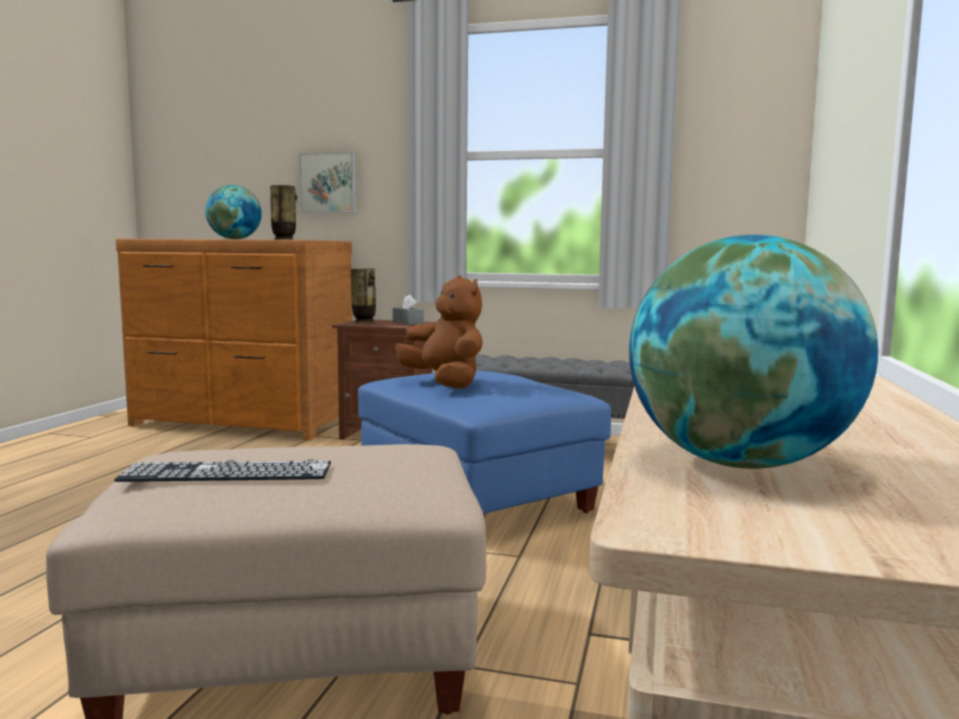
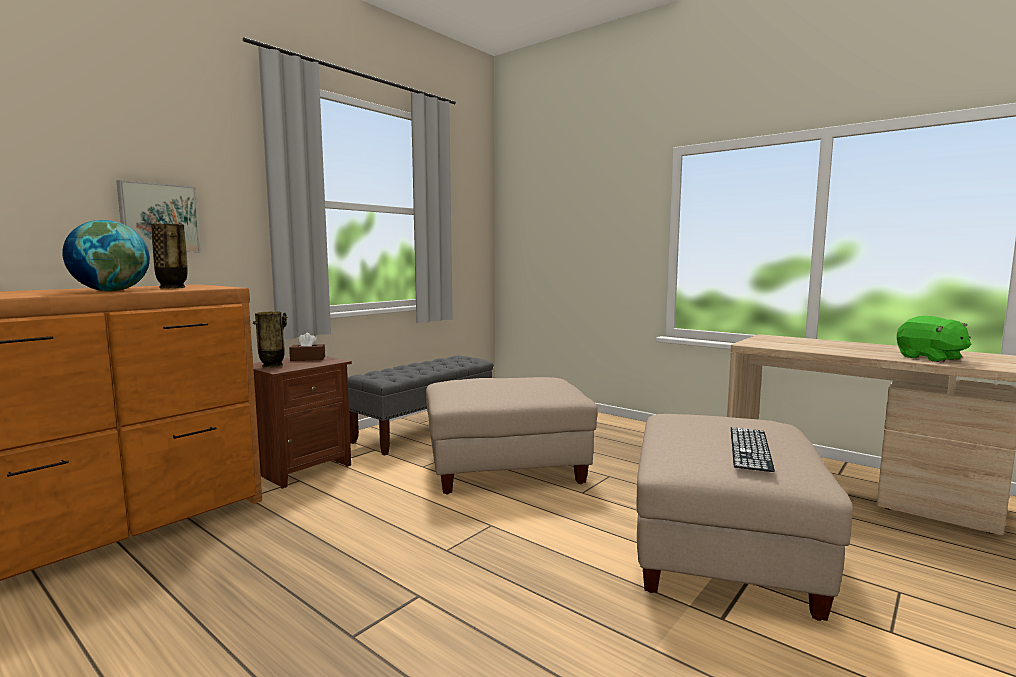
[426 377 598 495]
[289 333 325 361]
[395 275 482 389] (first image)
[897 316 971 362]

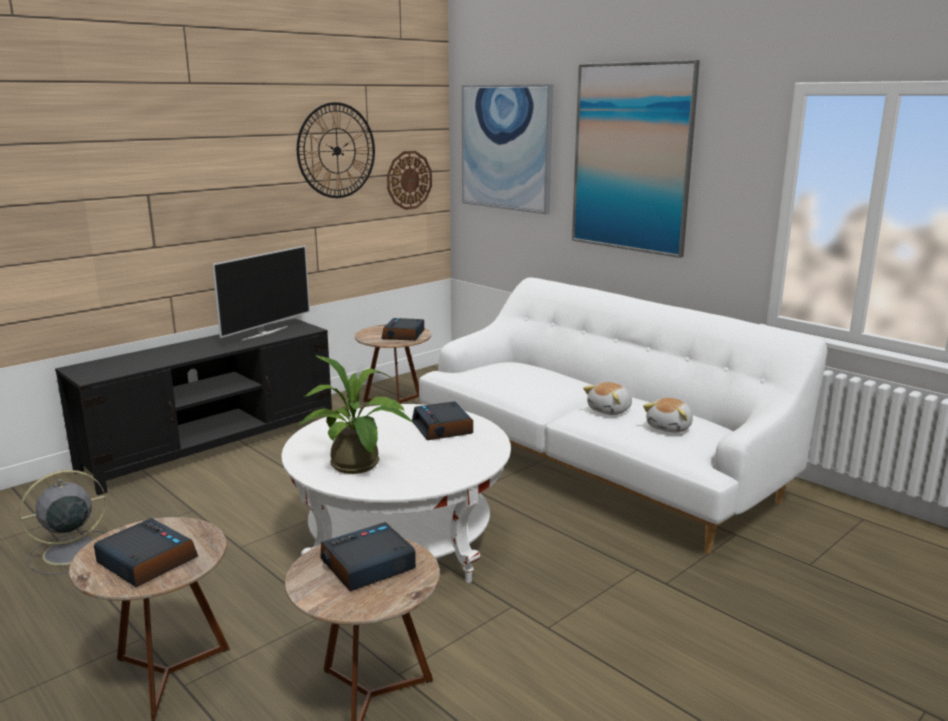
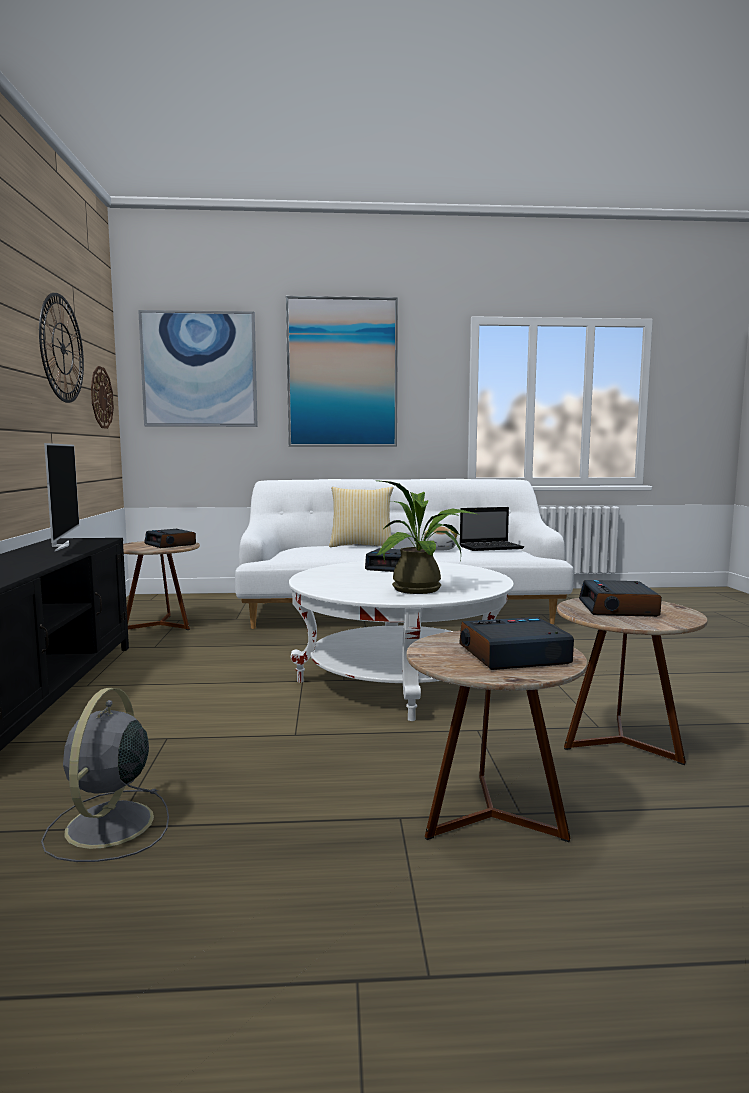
[460 507 524 551]
[329 487 394 548]

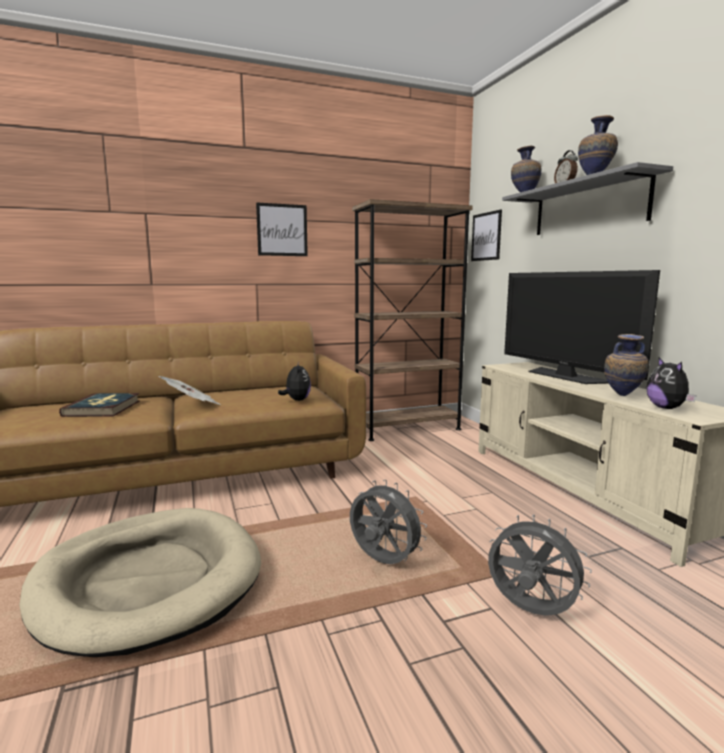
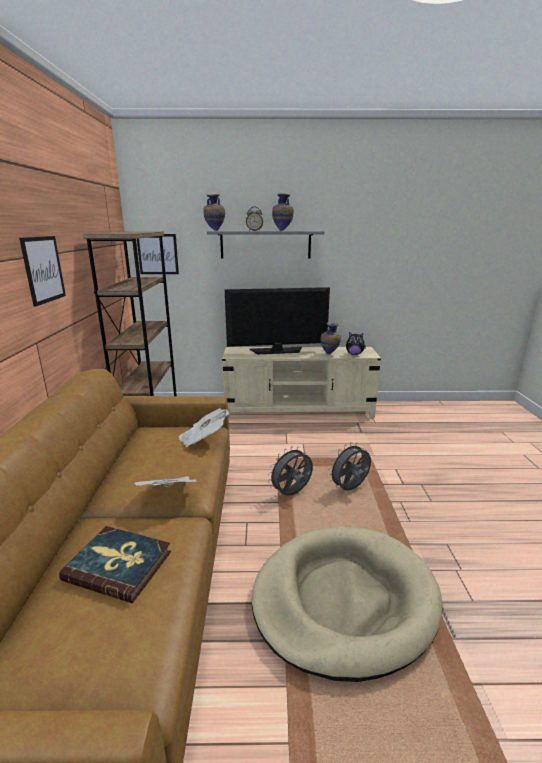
[179 408 229 447]
[268 446 313 496]

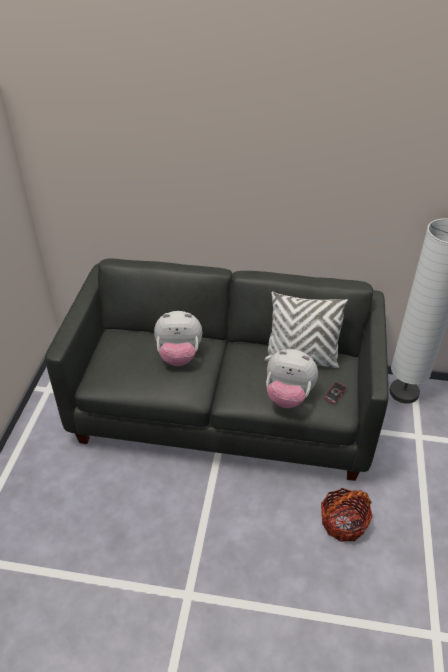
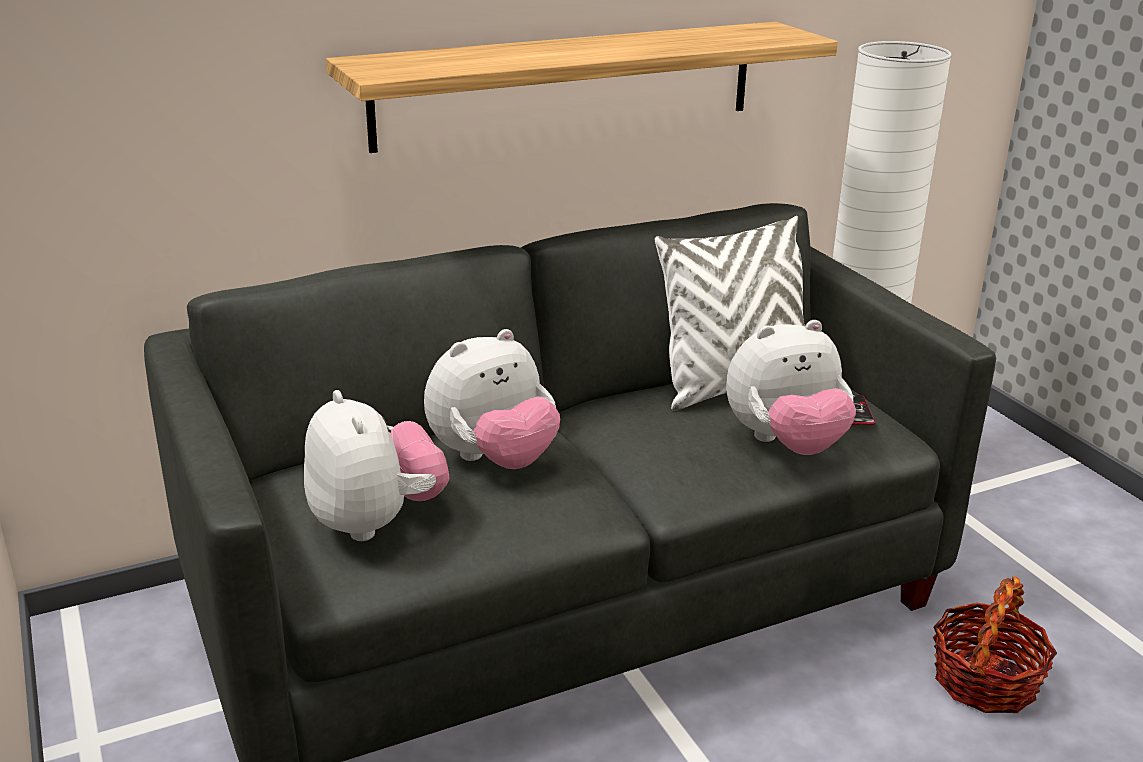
[304 390 449 541]
[326 22 838 153]

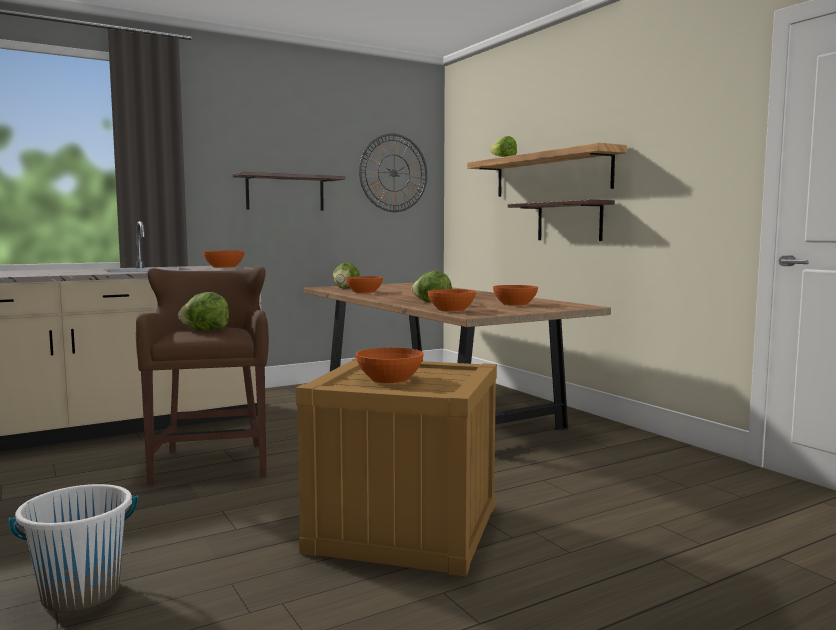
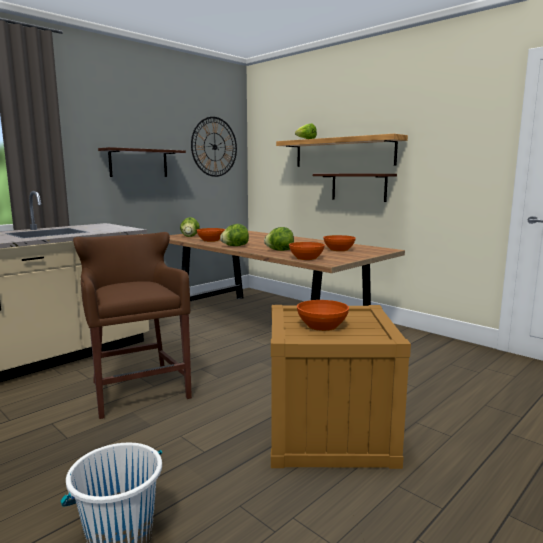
[220 224 249 246]
[203 251 245 268] (first image)

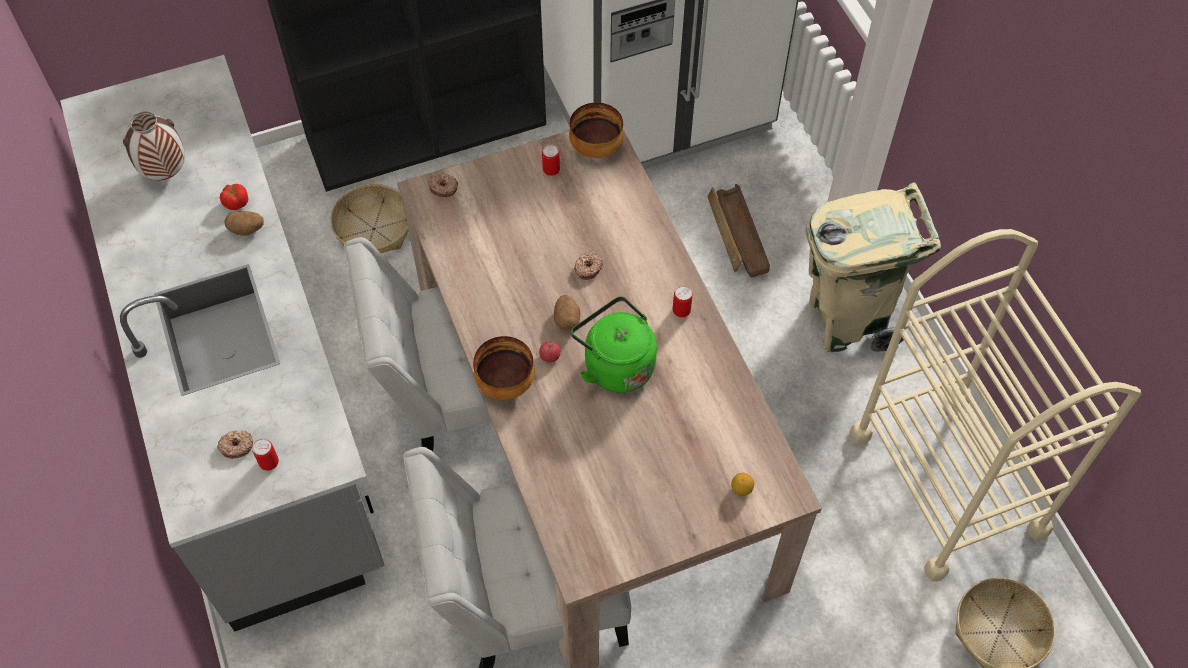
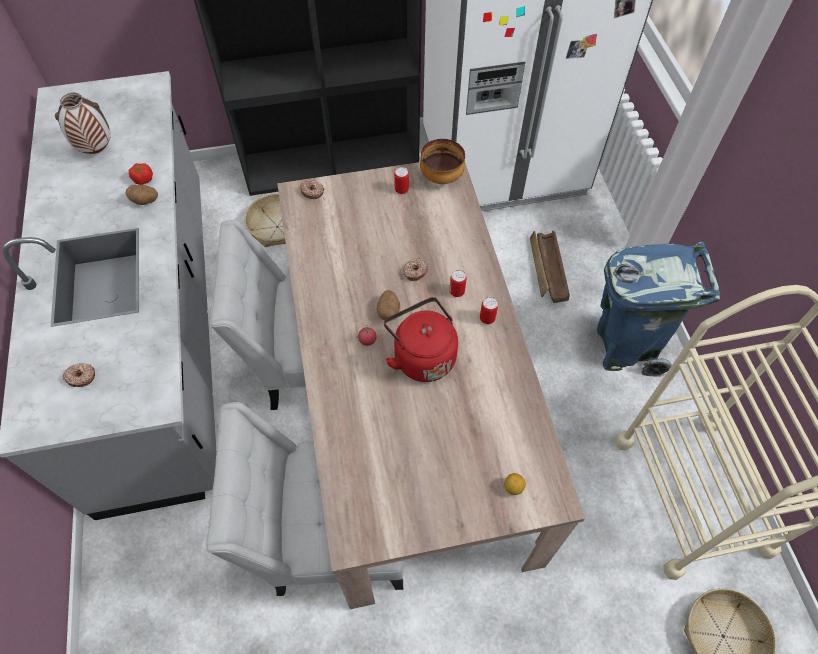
[449 270 467 297]
[473 336 535 400] (first image)
[384 297 458 382]
[597 241 720 377]

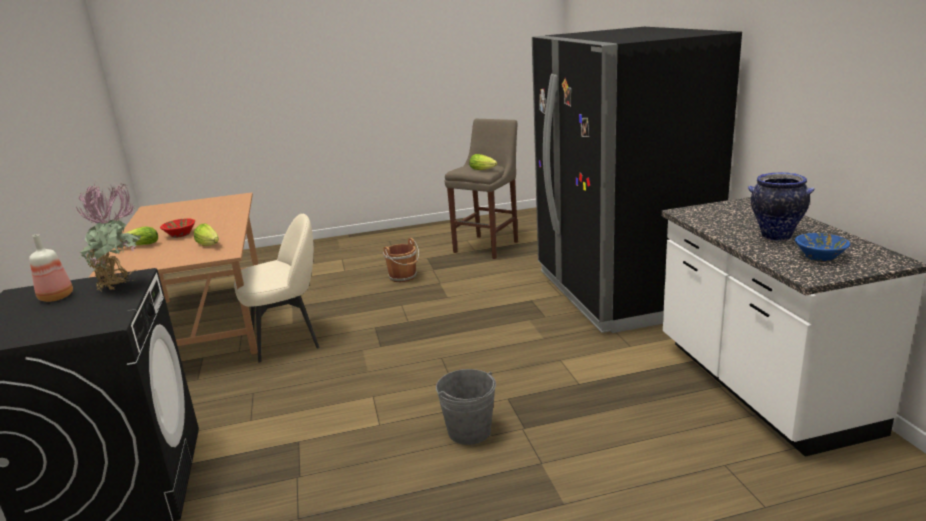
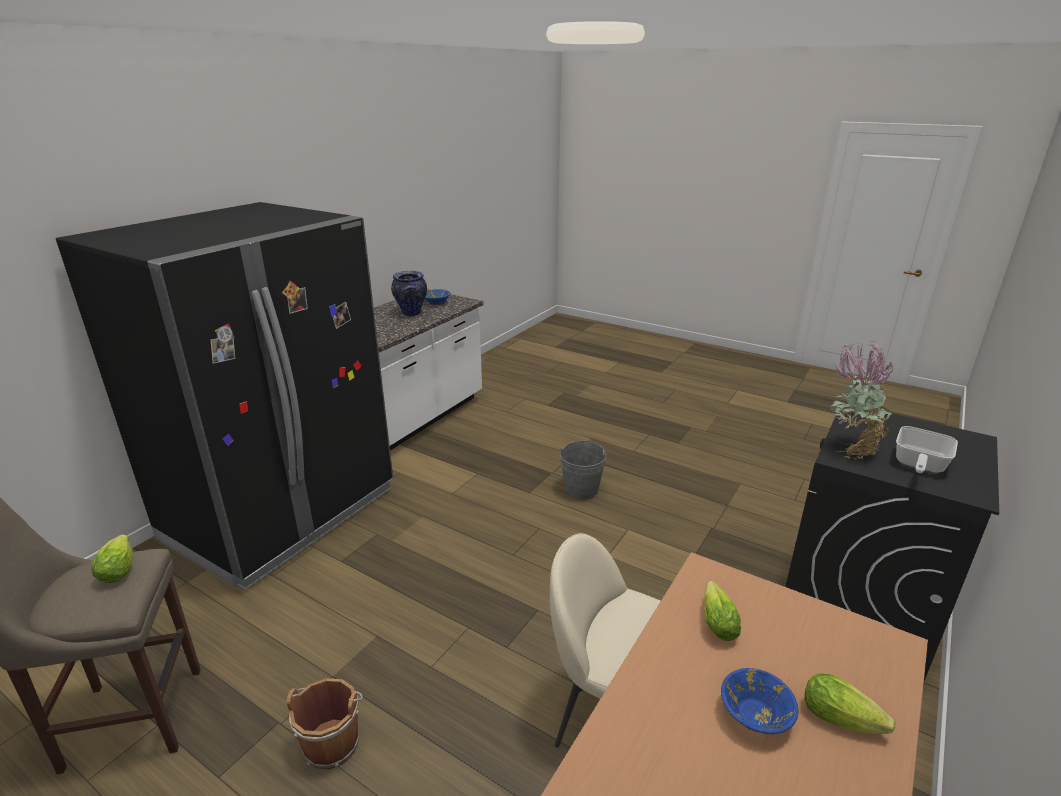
[896 426 958 473]
[721 668 799 734]

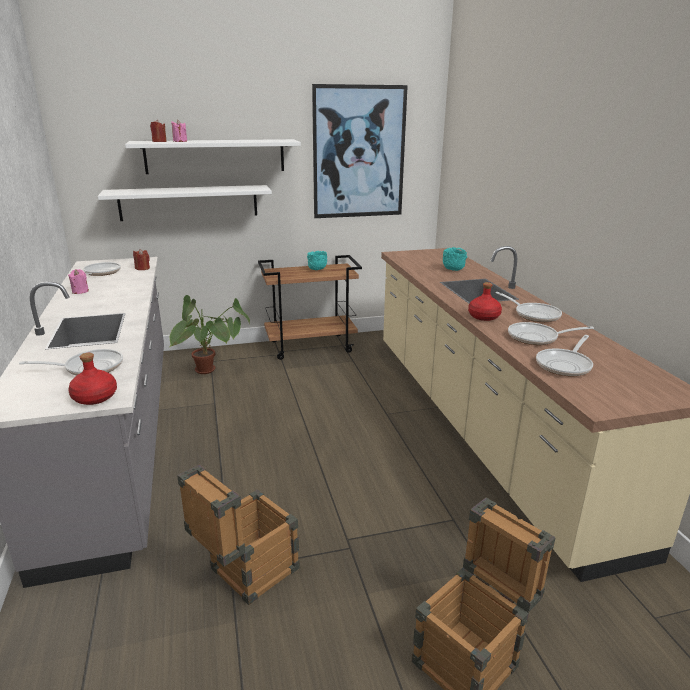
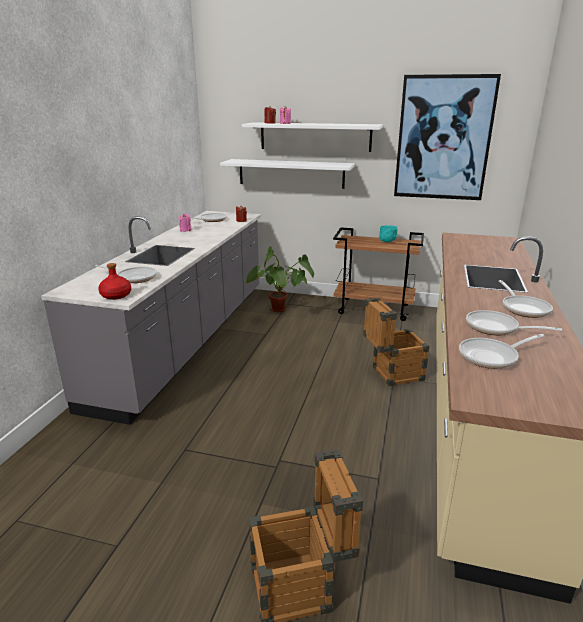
[363 297 429 386]
[443 247 467 271] (first image)
[468 282 502 321] (first image)

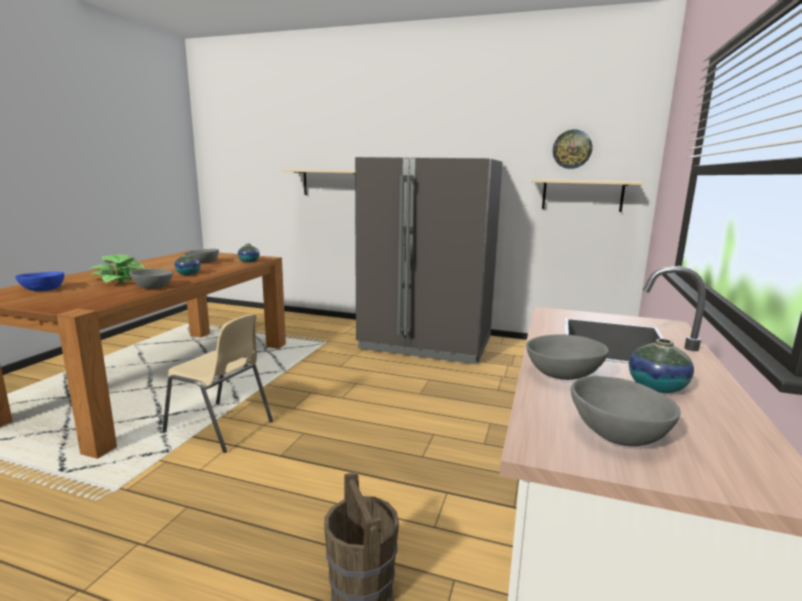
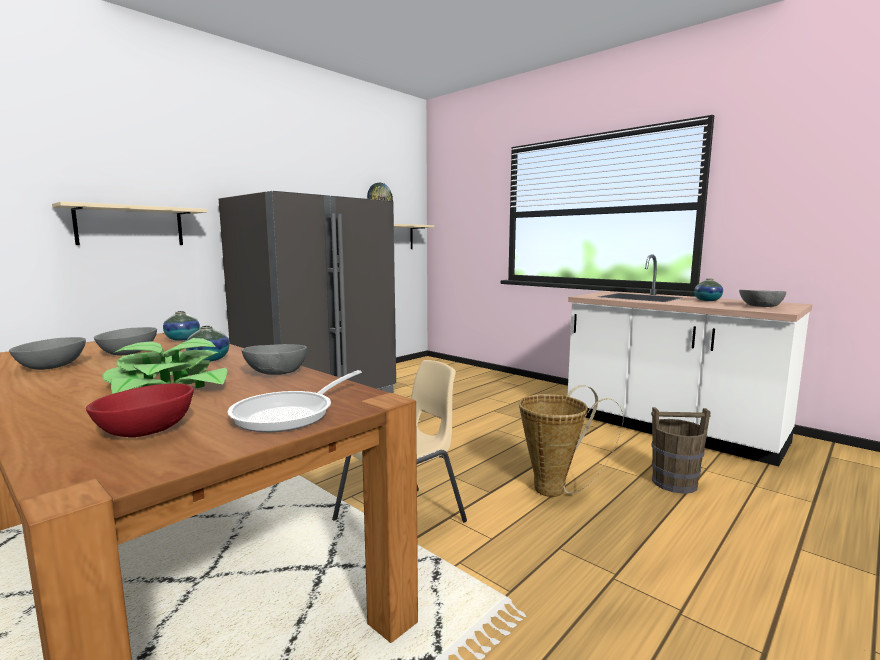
[86 383 194 437]
[9 337 86 370]
[227 370 362 432]
[519 385 623 497]

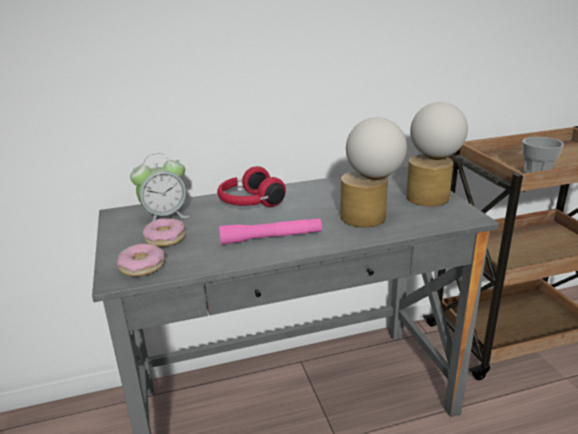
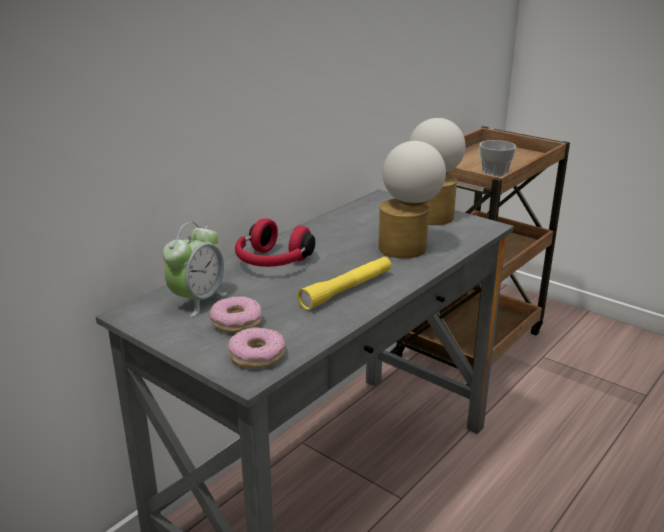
[298 256 391 310]

